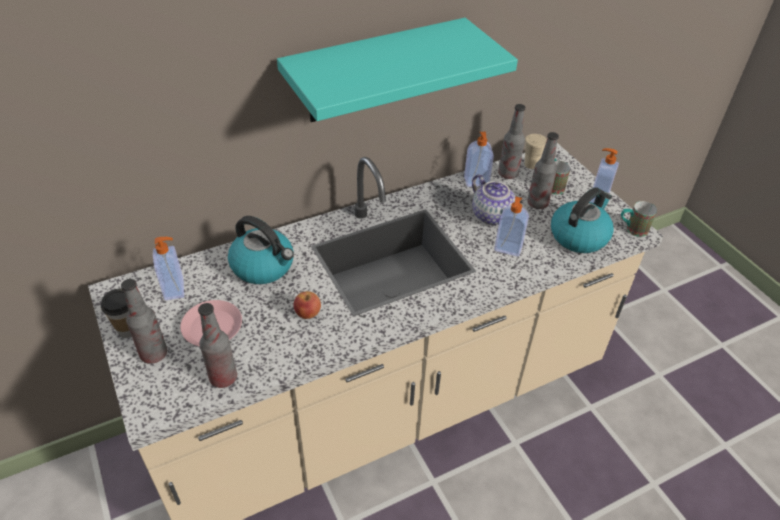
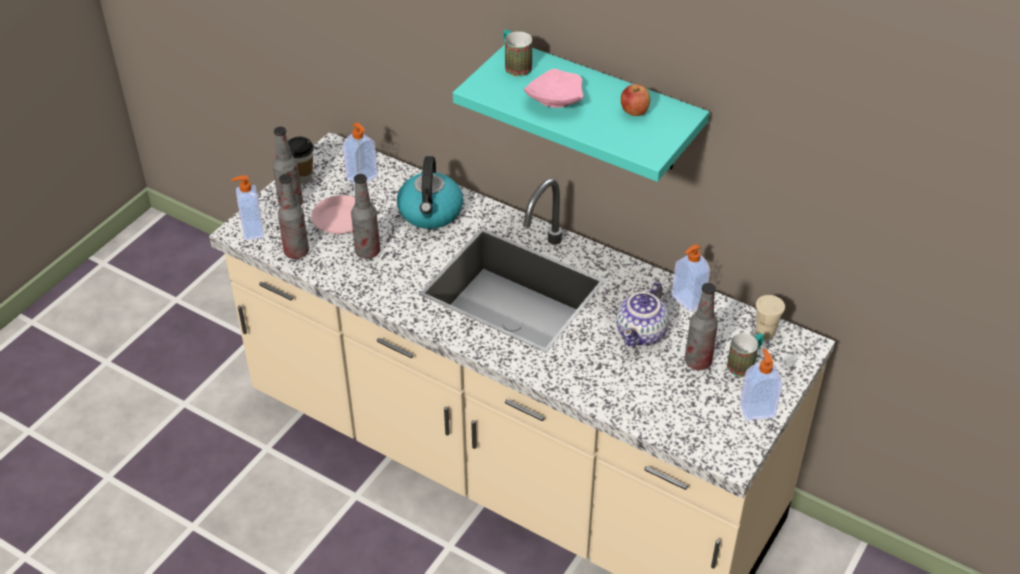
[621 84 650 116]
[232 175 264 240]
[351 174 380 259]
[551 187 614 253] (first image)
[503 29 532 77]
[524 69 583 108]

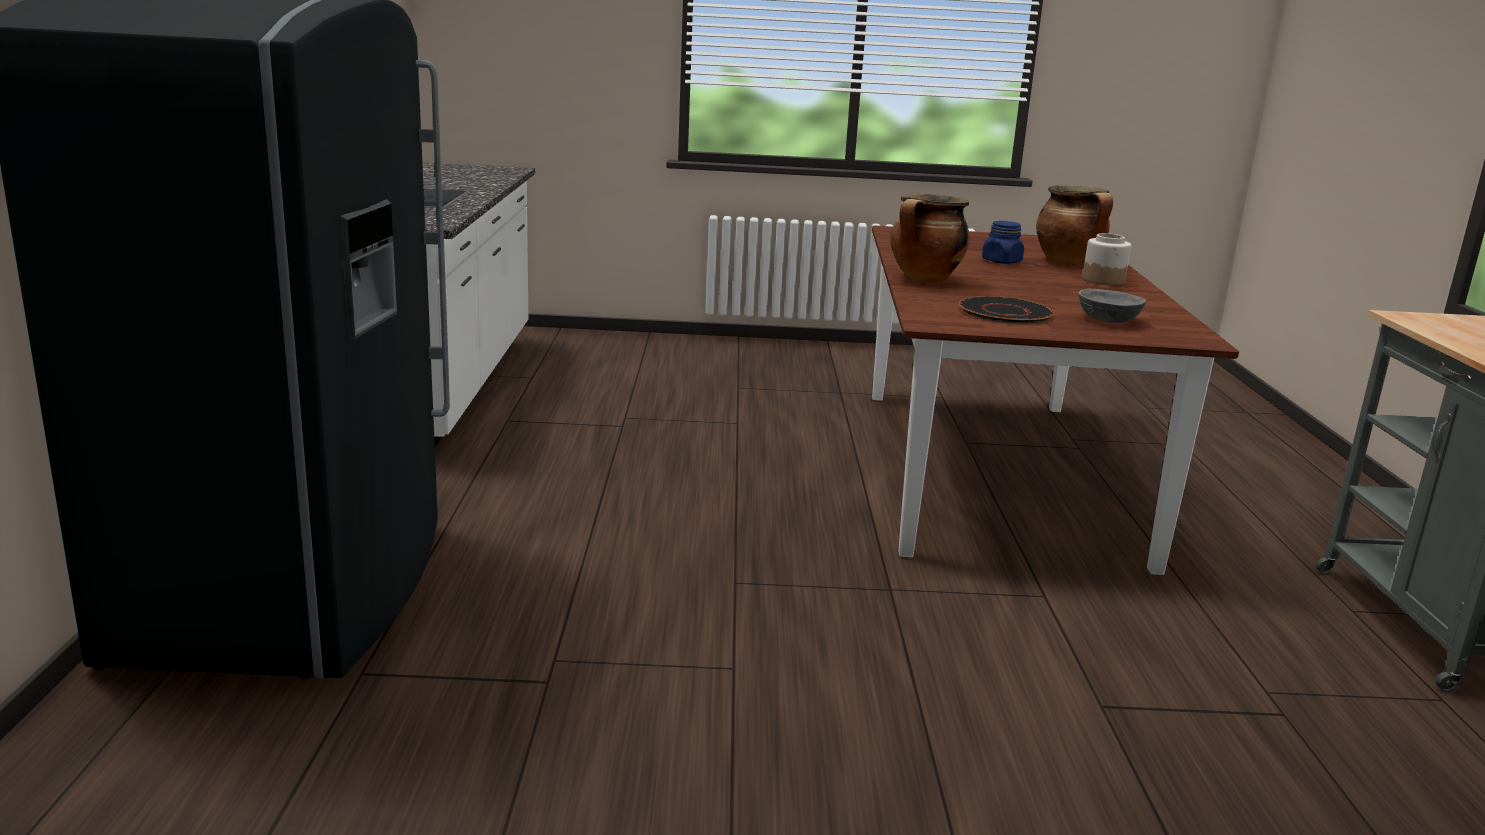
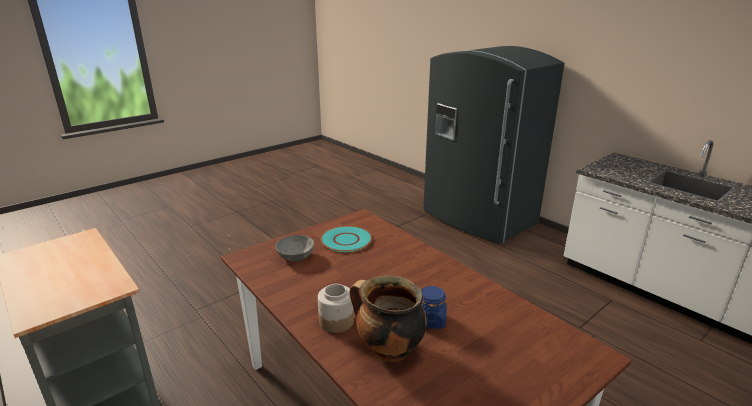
[890 194 970 283] (first image)
[320 226 372 252]

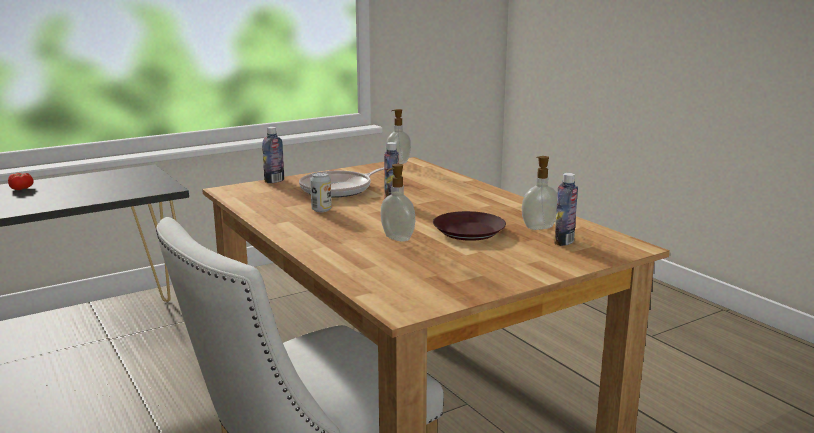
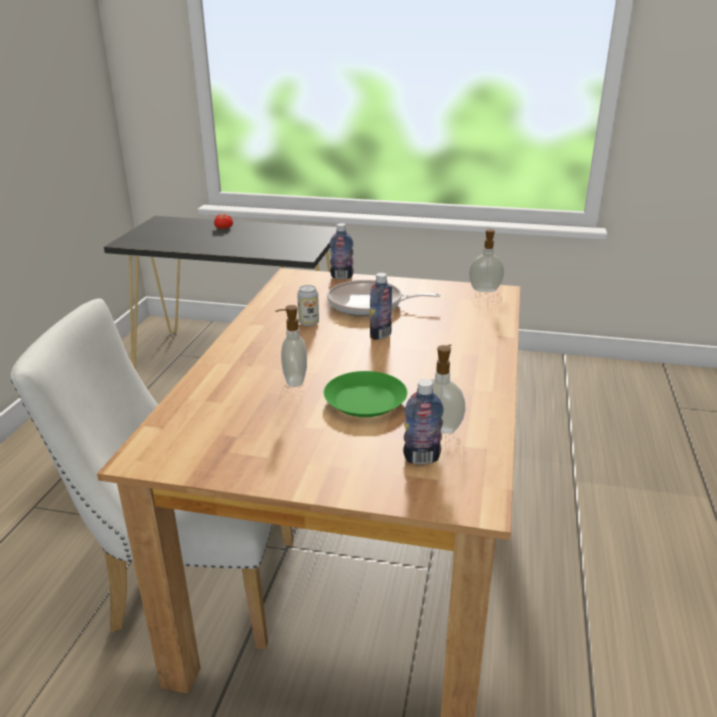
[324 371 407 417]

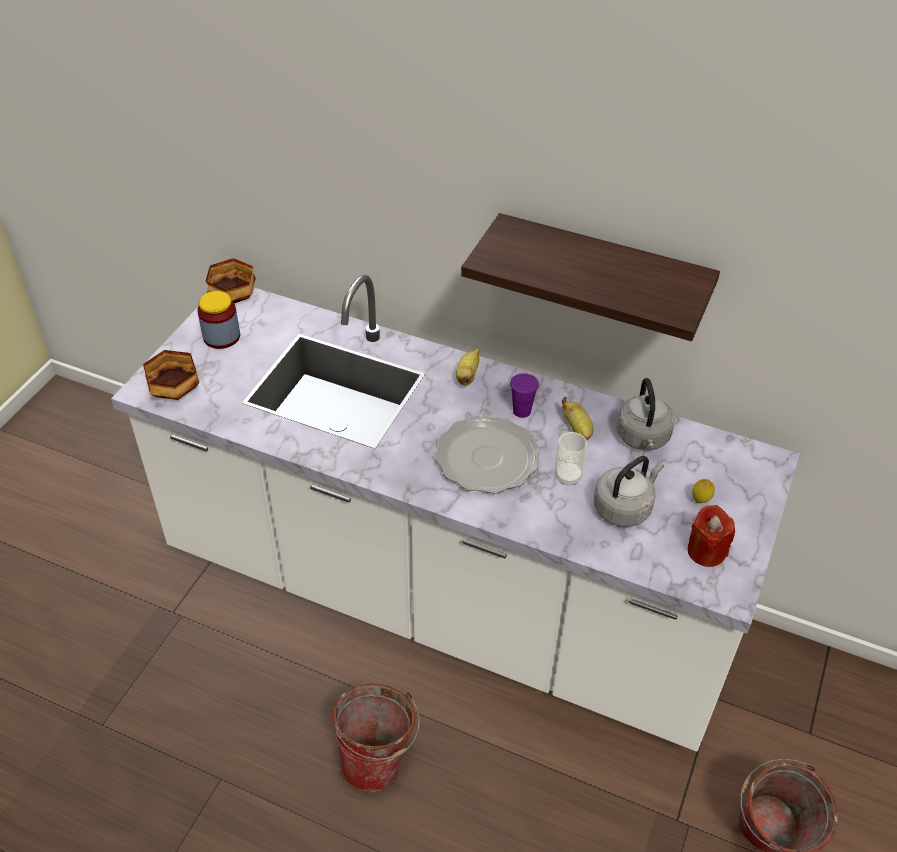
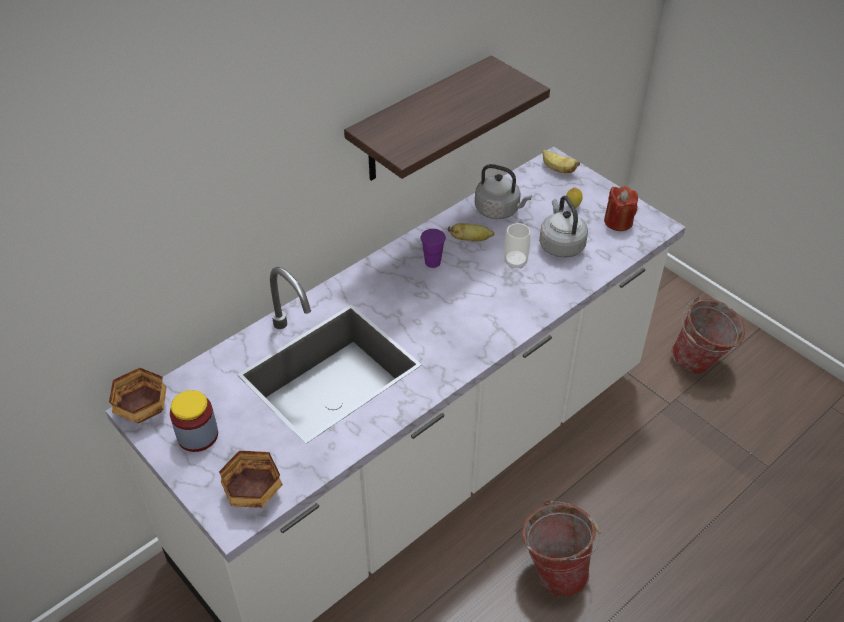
[435 415 540 494] (first image)
[542 150 580 173]

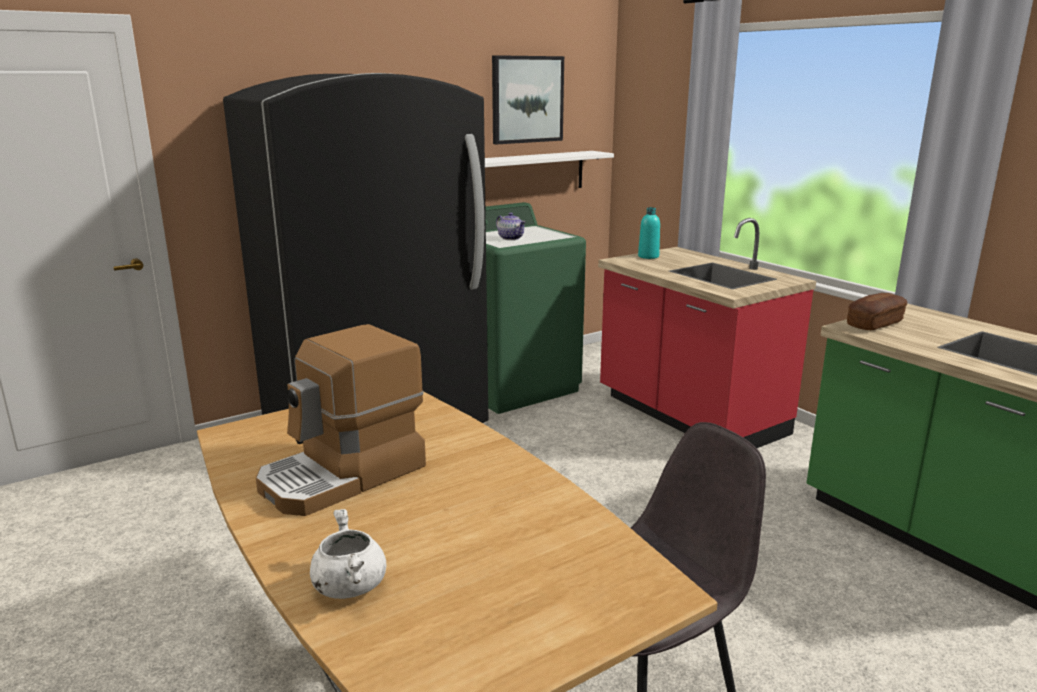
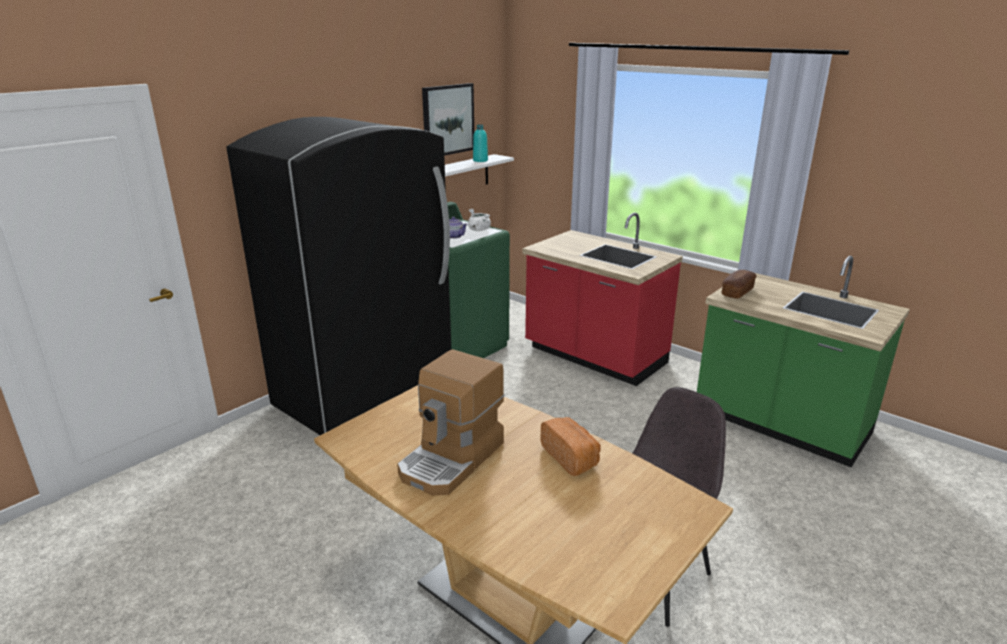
[468 209 491 231]
[473 124 488 162]
[541 417 601 476]

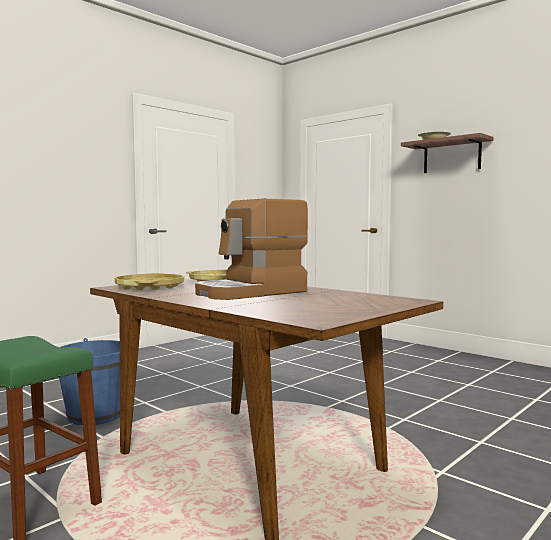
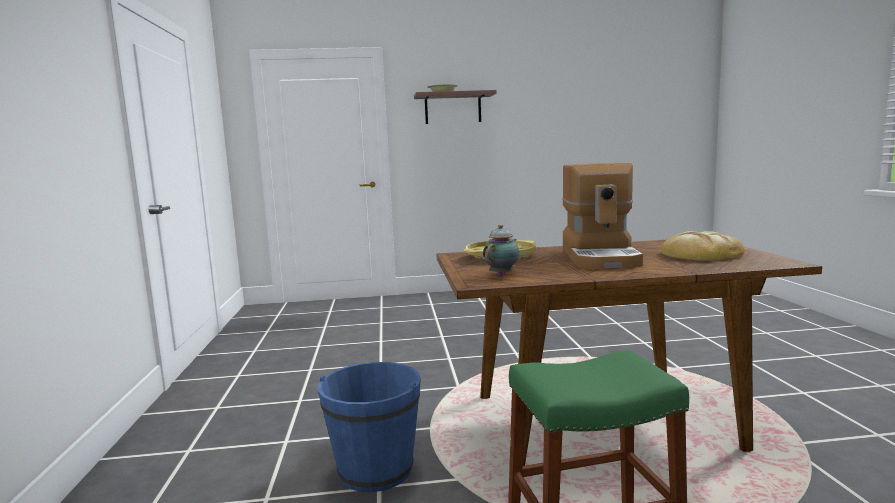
[483 224 520 276]
[661 231 745 261]

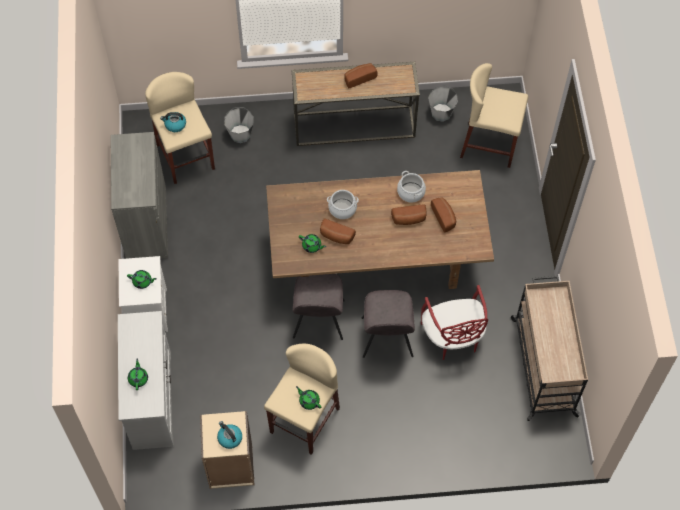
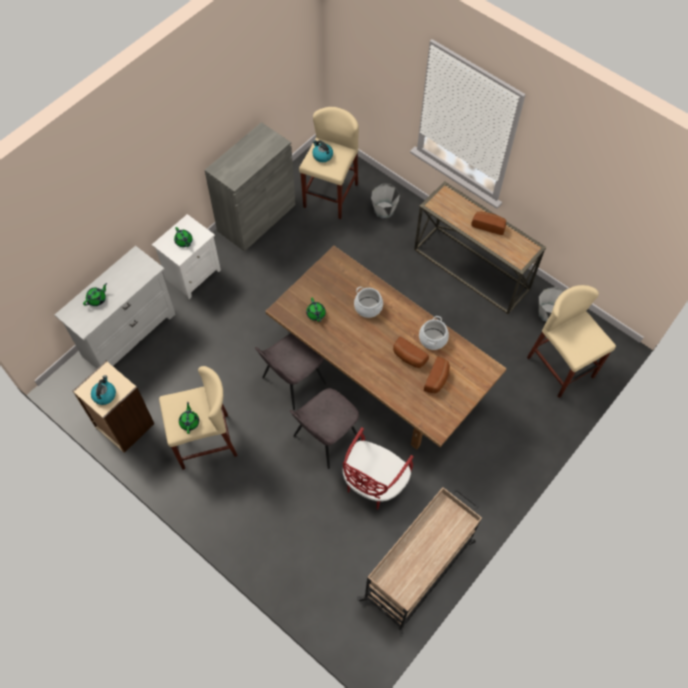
[320 219 356 244] (first image)

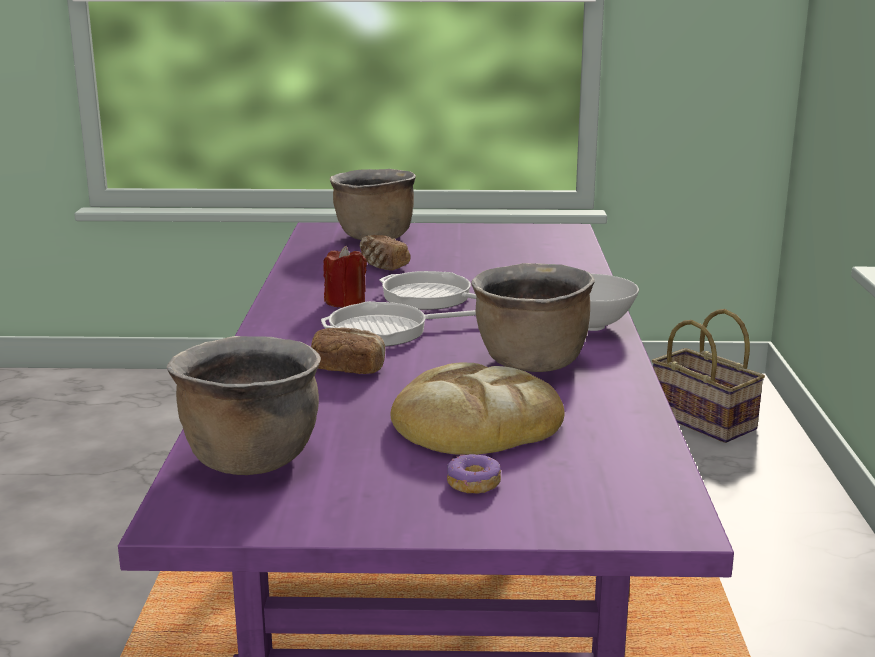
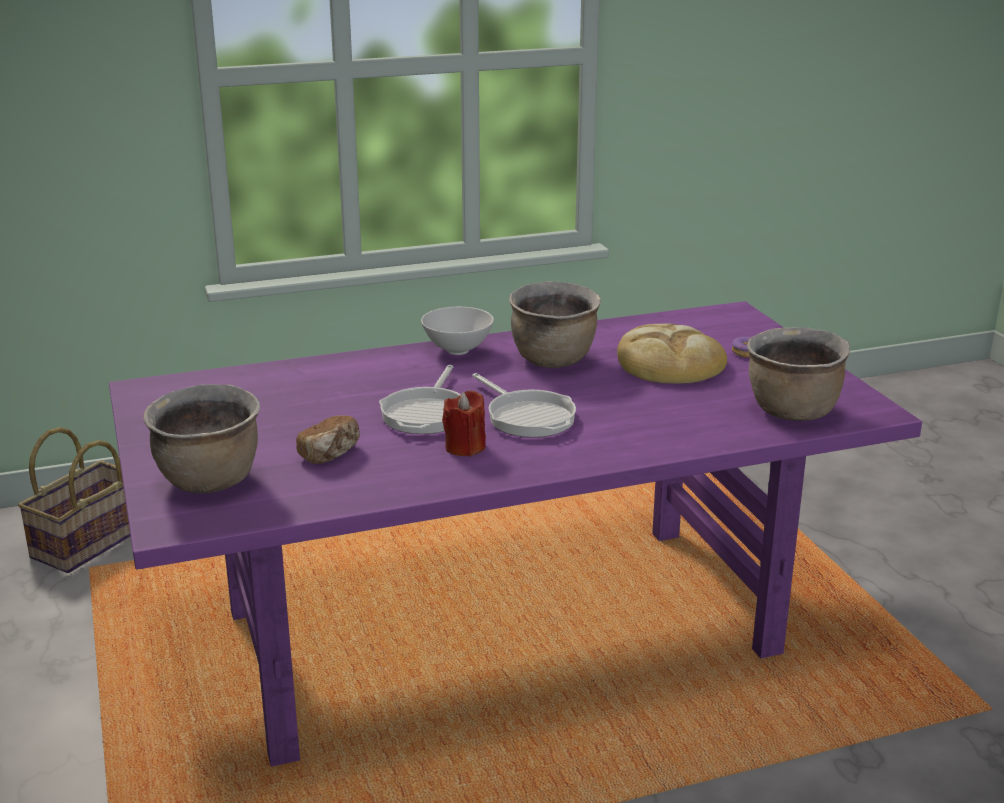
[311 327 385 374] (first image)

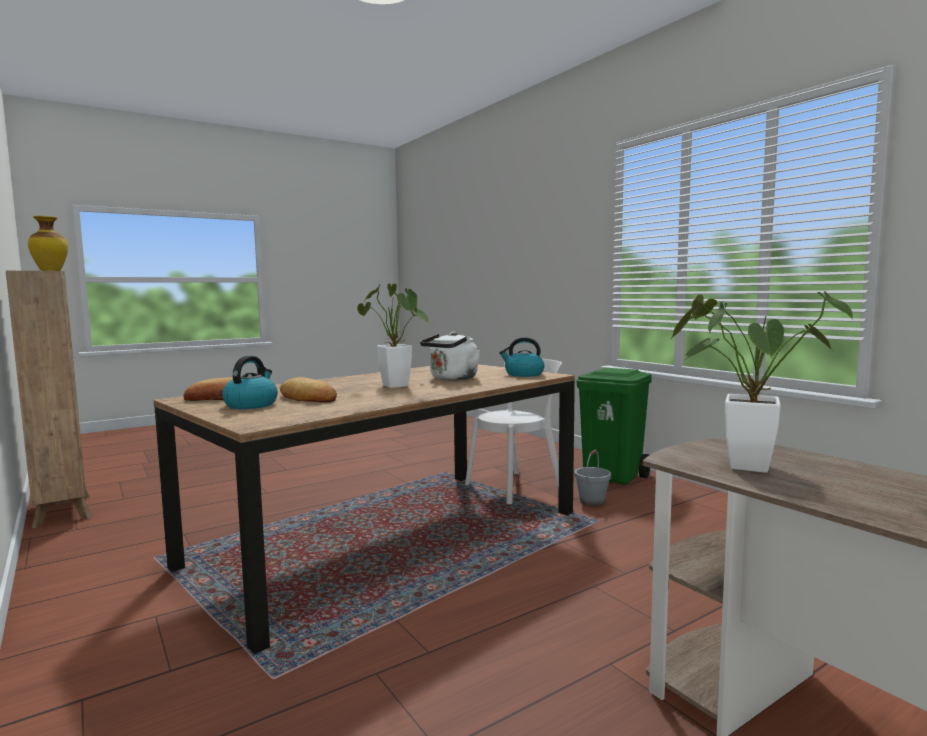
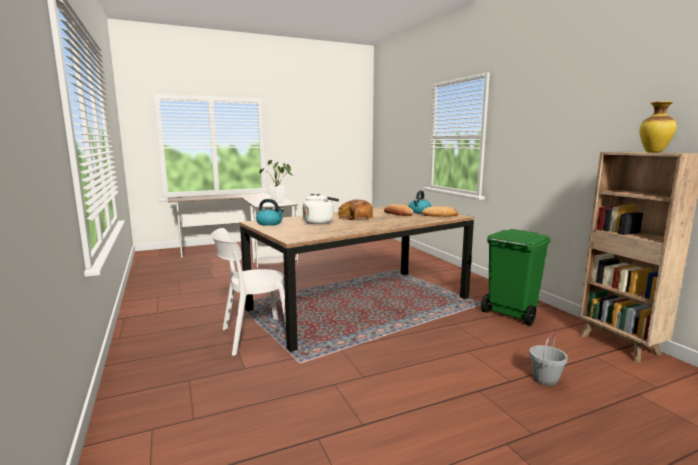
[338 200 373 220]
[529 332 568 386]
[481 229 551 325]

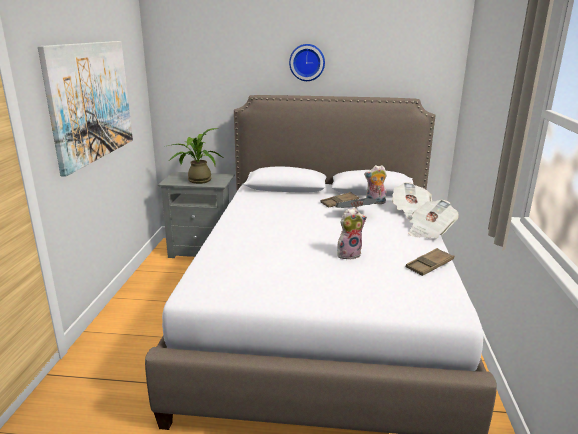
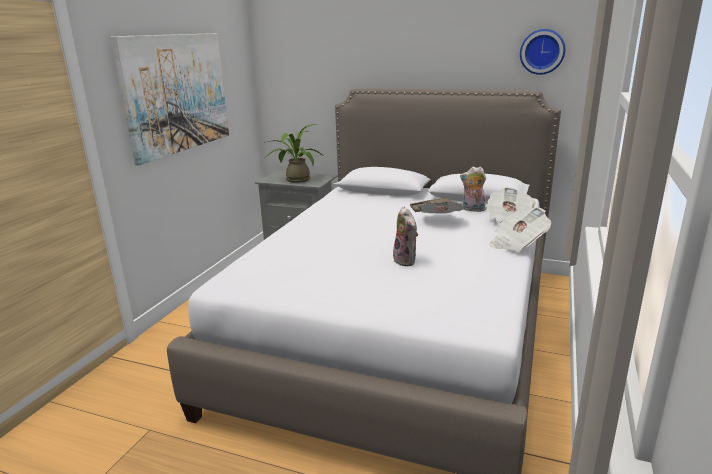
[520 29 565 75]
[393 206 418 266]
[406 248 454 276] (first image)

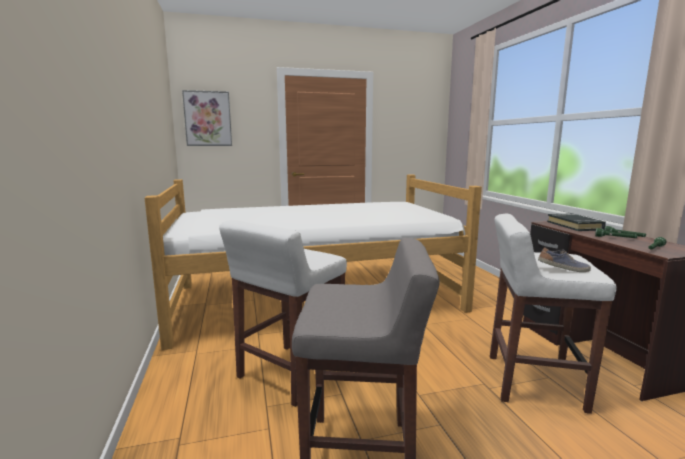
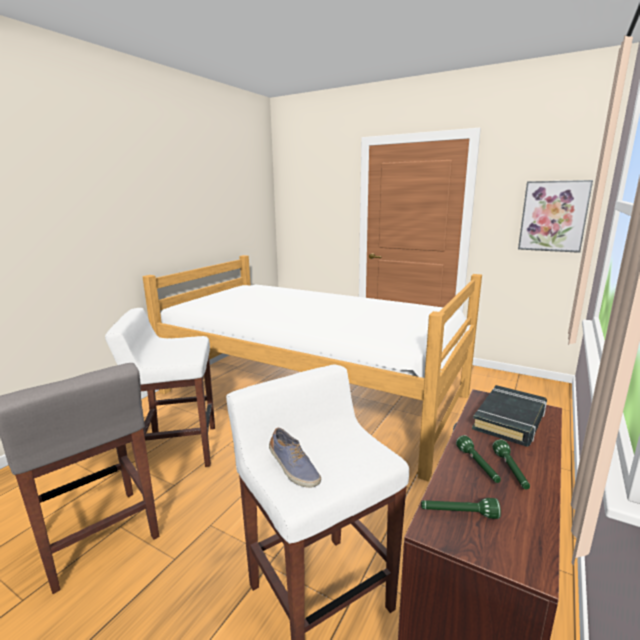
[518 180 593 253]

